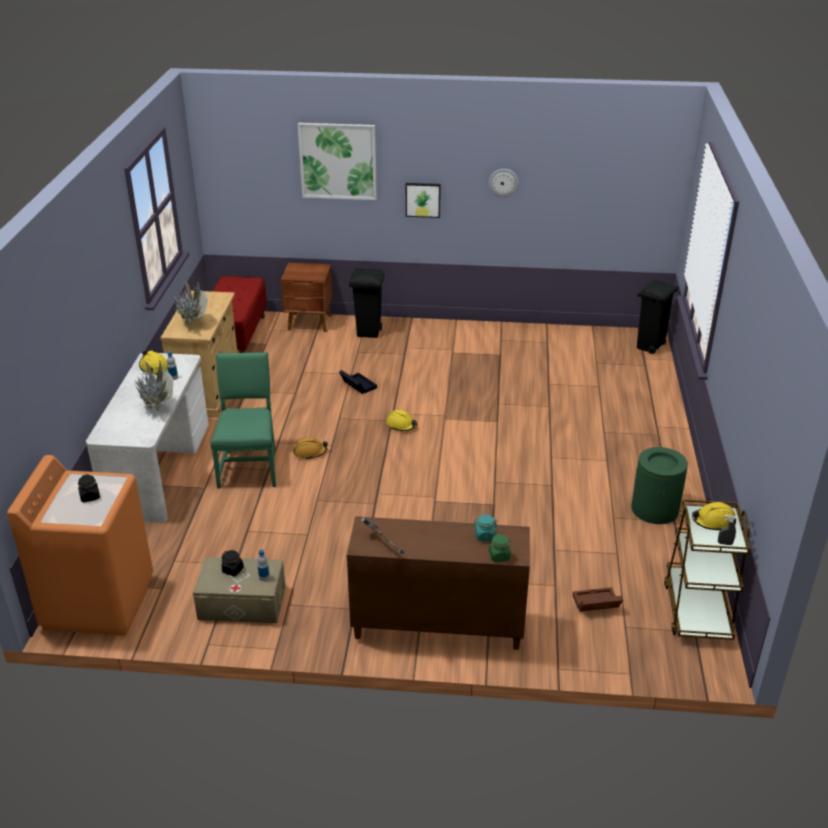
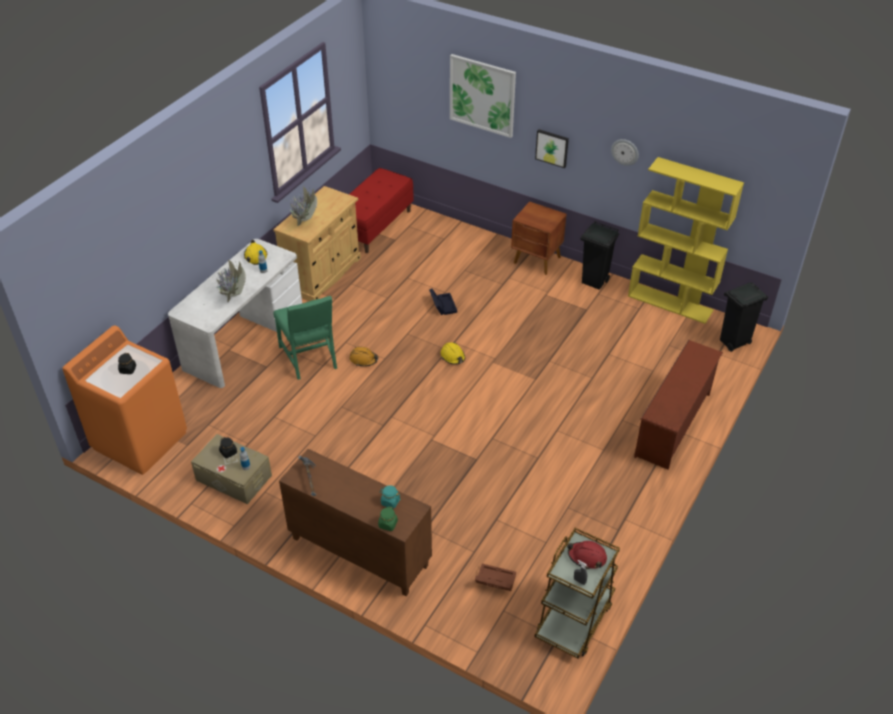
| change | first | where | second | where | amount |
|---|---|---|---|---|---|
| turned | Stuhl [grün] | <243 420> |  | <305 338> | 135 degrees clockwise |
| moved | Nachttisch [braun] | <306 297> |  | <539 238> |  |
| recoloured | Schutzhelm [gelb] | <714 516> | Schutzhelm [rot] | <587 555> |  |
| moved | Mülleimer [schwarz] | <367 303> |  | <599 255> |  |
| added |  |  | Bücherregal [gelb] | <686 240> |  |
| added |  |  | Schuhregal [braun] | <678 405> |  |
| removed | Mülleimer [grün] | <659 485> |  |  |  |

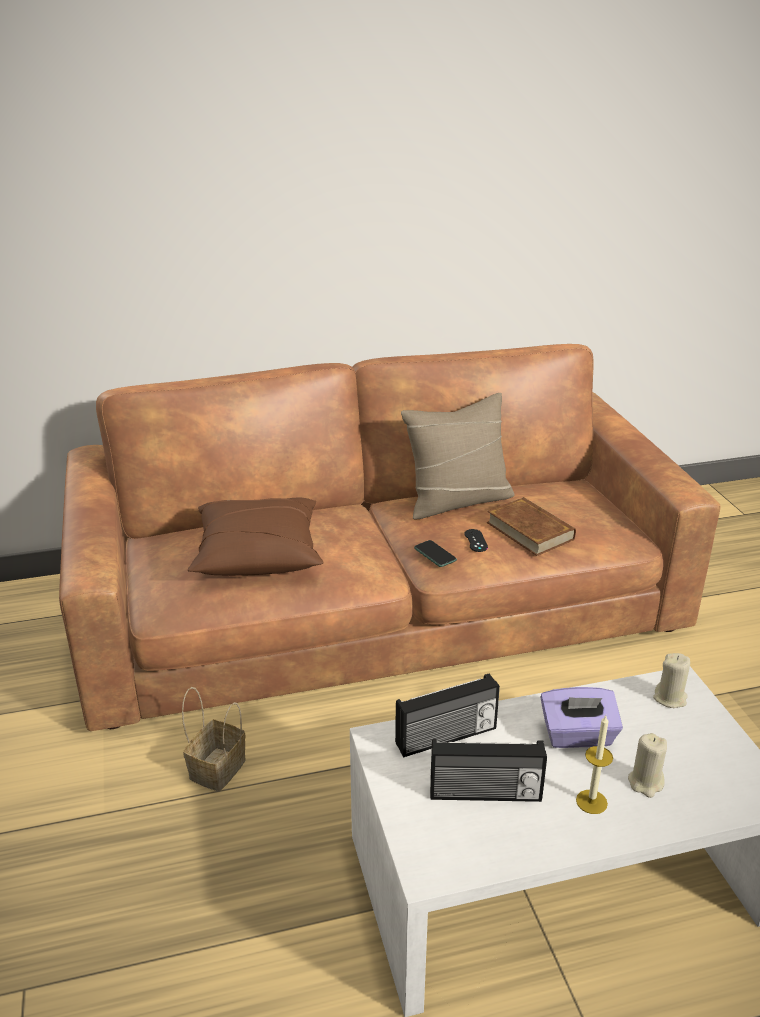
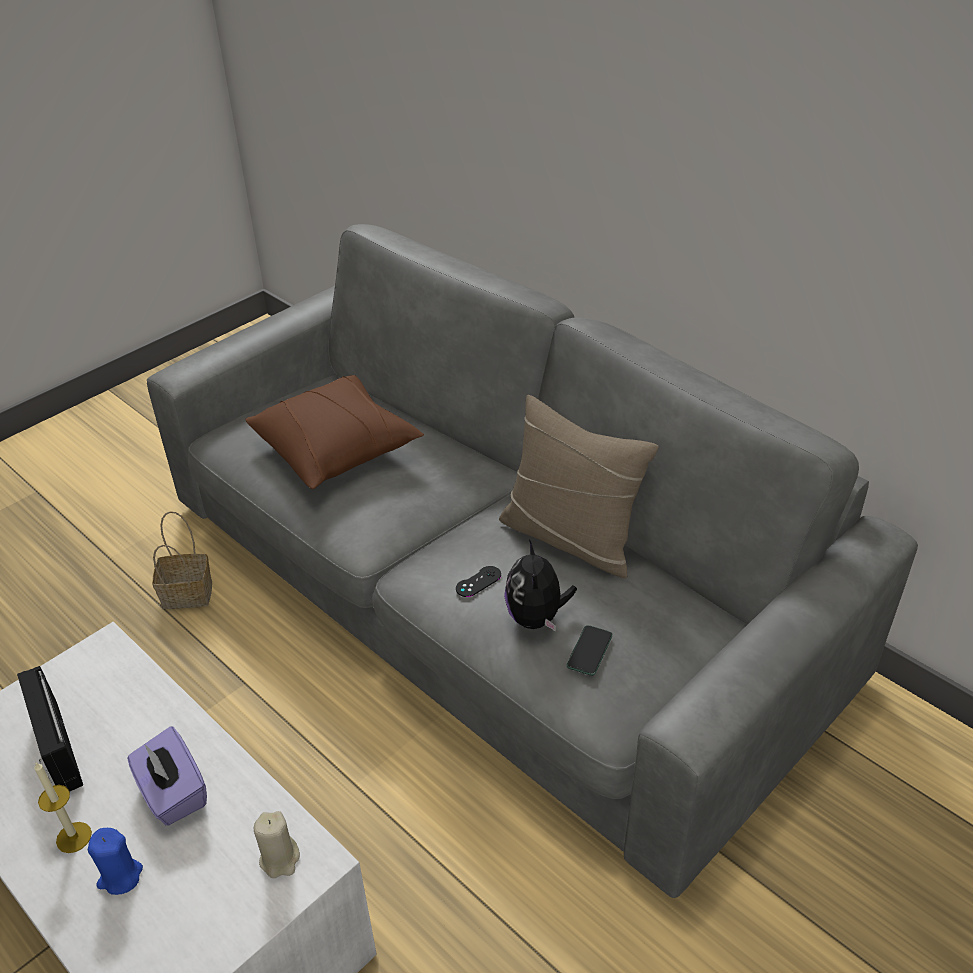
| change | first | where | second | where | amount |
|---|---|---|---|---|---|
| recoloured | Kerze [beige] | <647 765> | Kerze [blau] | <115 861> |  |
| recoloured | Sofa [braun] | <390 537> | Sofa [grau] | <532 561> |  |
| replaced | Buch [braun] | <531 526> | Plüschtier | <540 585> |  |
| moved | Handy | <435 553> |  | <589 650> |  |
| removed | Radio | <447 716> |  |  |  |

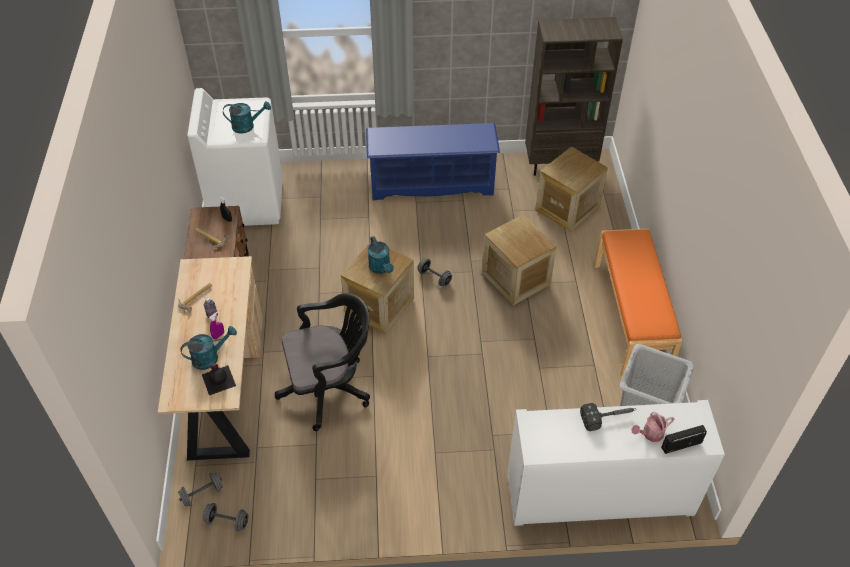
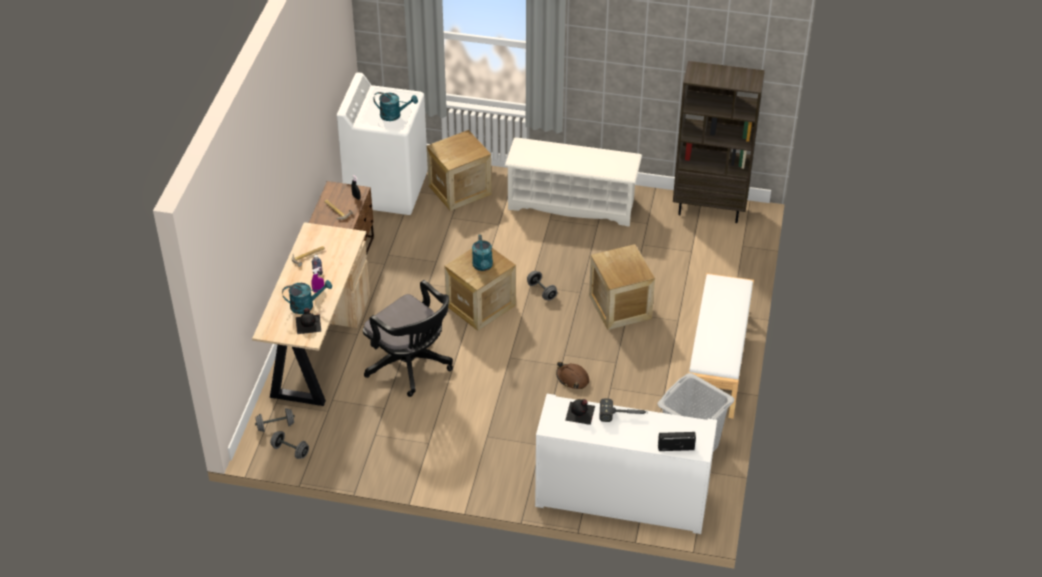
| change | first | where | second | where | amount |
|---|---|---|---|---|---|
| turned | Bürostuhl [schwarz] | <322 362> |  | <408 338> | 45 degrees clockwise |
| moved | Kiste | <572 189> |  | <459 170> |  |
| recoloured | Schuhregal [blau] | <433 161> | Schuhregal [weiß] | <573 182> |  |
| added |  |  | Schutzhelm [braun] | <572 375> |  |
| added |  |  | Flasche [schwarz] | <580 412> |  |
| recoloured | Bank [orange] | <638 303> | Bank [weiß] | <721 346> |  |
| removed | Gießkanne | <652 427> |  |  |  |

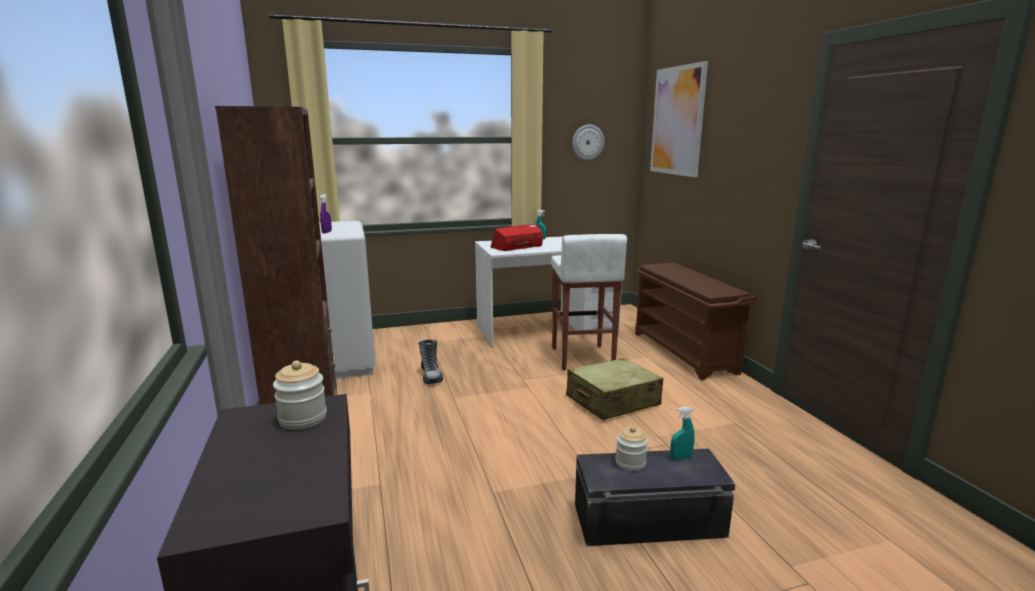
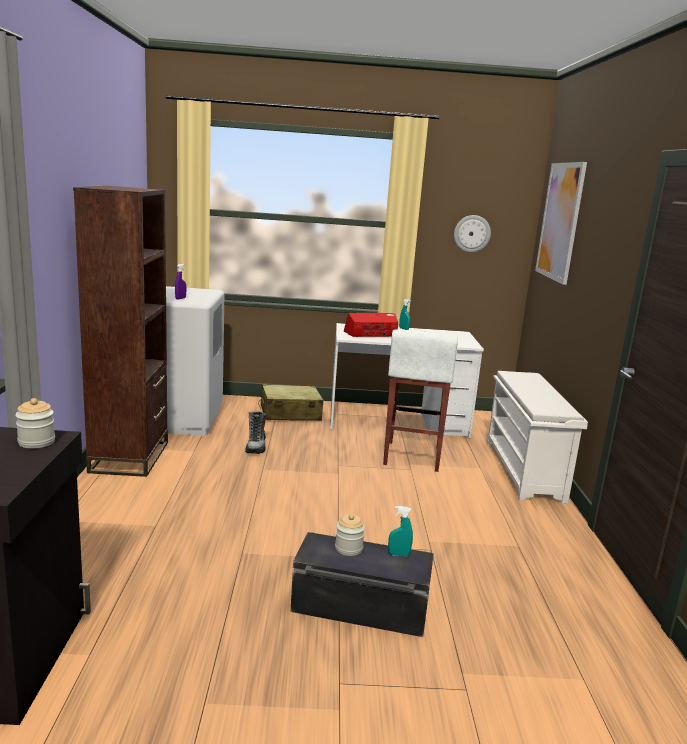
| change | first | where | second | where | amount |
|---|---|---|---|---|---|
| moved | Koffer [beige] | <614 389> |  | <290 402> |  |
| recoloured | Schuhregal [braun] | <695 321> | Schuhregal [weiß] | <537 437> |  |

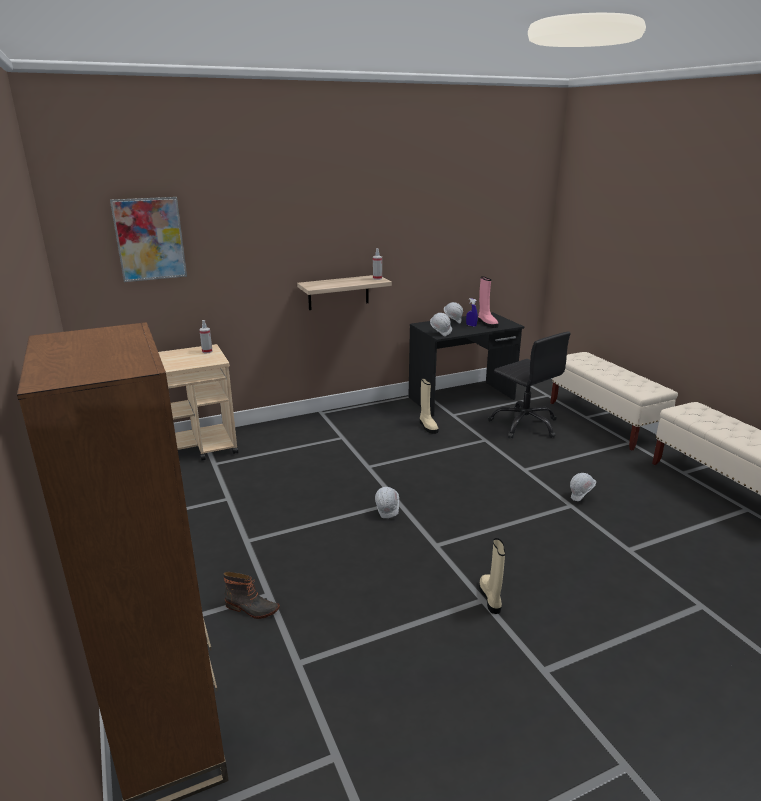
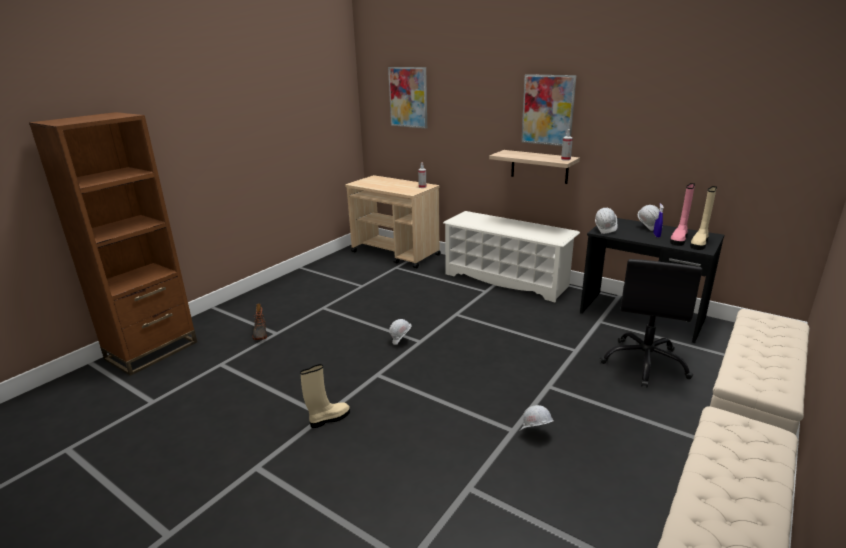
| change | first | where | second | where | amount |
|---|---|---|---|---|---|
| added |  |  | Schuhregal [weiß] | <511 256> |  |
| added |  |  | Bild | <548 110> |  |
| moved | Stiefel [beige] | <429 406> |  | <703 218> |  |

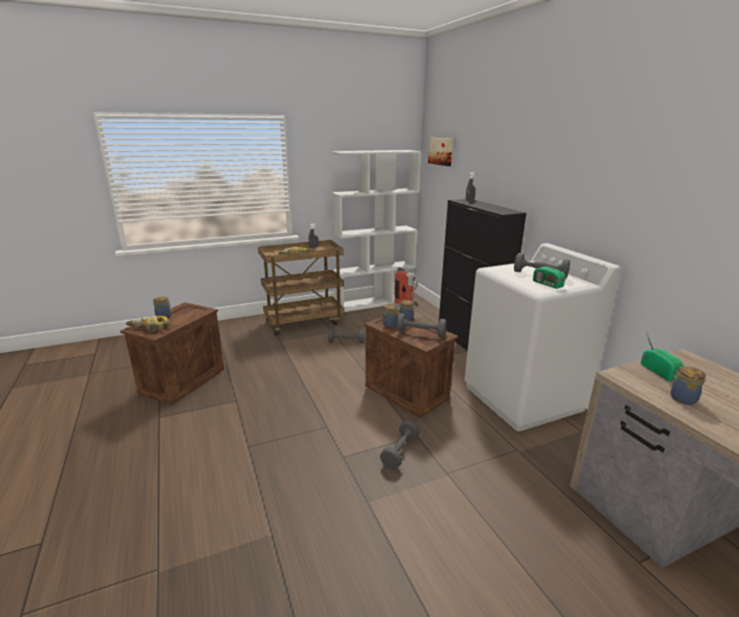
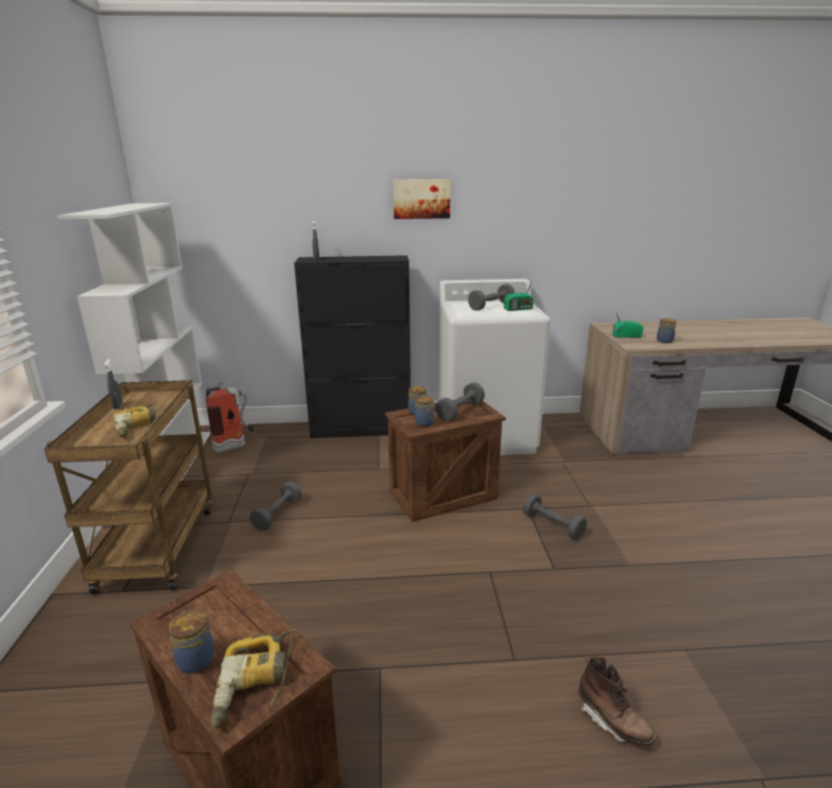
| change | first | where | second | where | amount |
|---|---|---|---|---|---|
| moved | Bild | <440 152> |  | <421 199> |  |
| added |  |  | Stiefel [braun] | <617 701> |  |

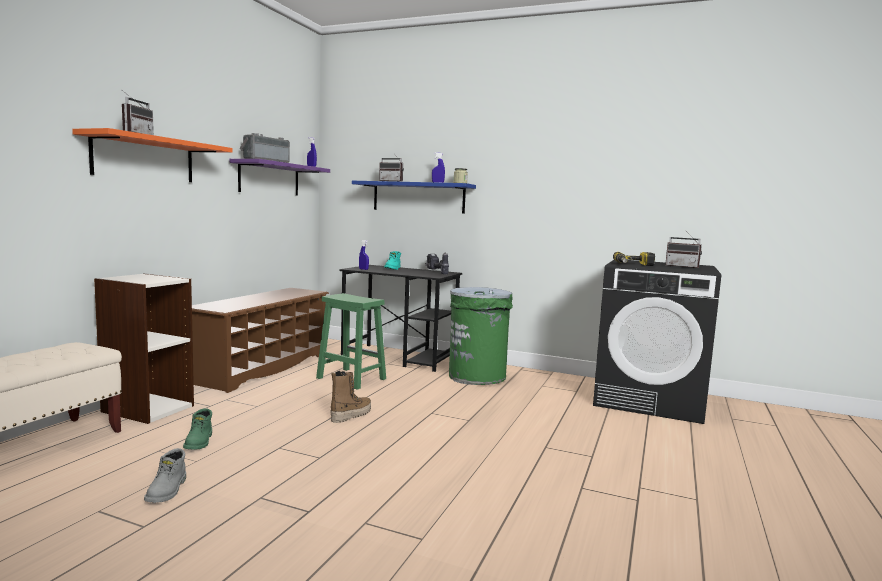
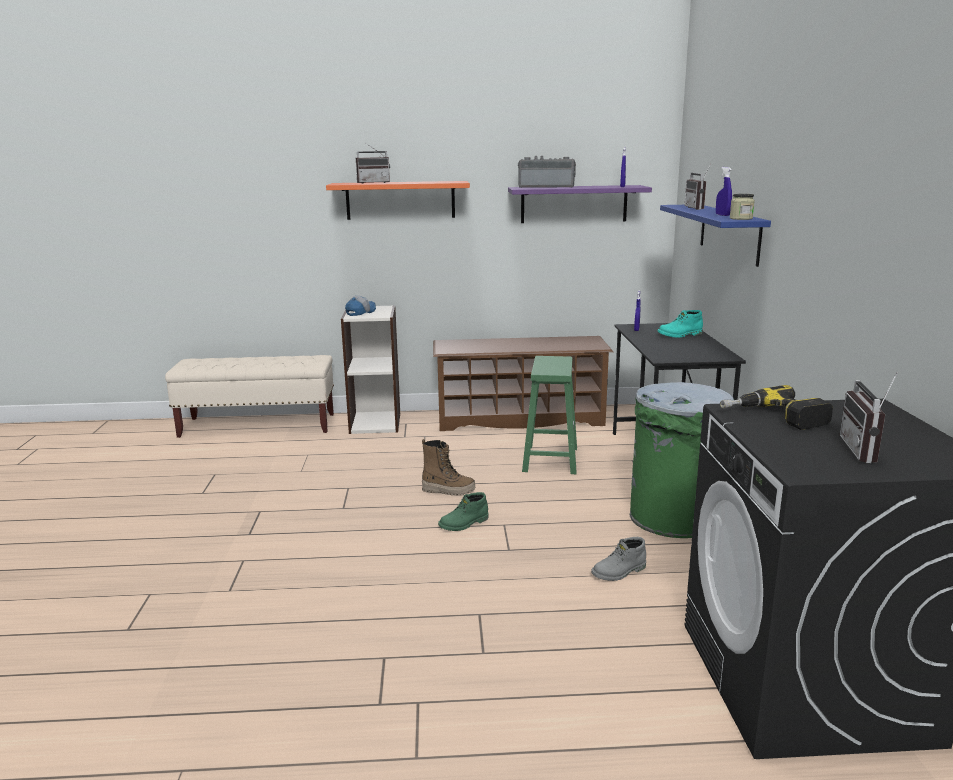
| change | first | where | second | where | amount |
|---|---|---|---|---|---|
| added |  |  | Kappe | <360 306> |  |
| moved | Stiefel [grün] | <197 429> |  | <463 511> |  |
| moved | Stiefel [grau] | <165 475> |  | <618 559> |  |
| removed | Bohrmaschine | <437 263> |  |  |  |

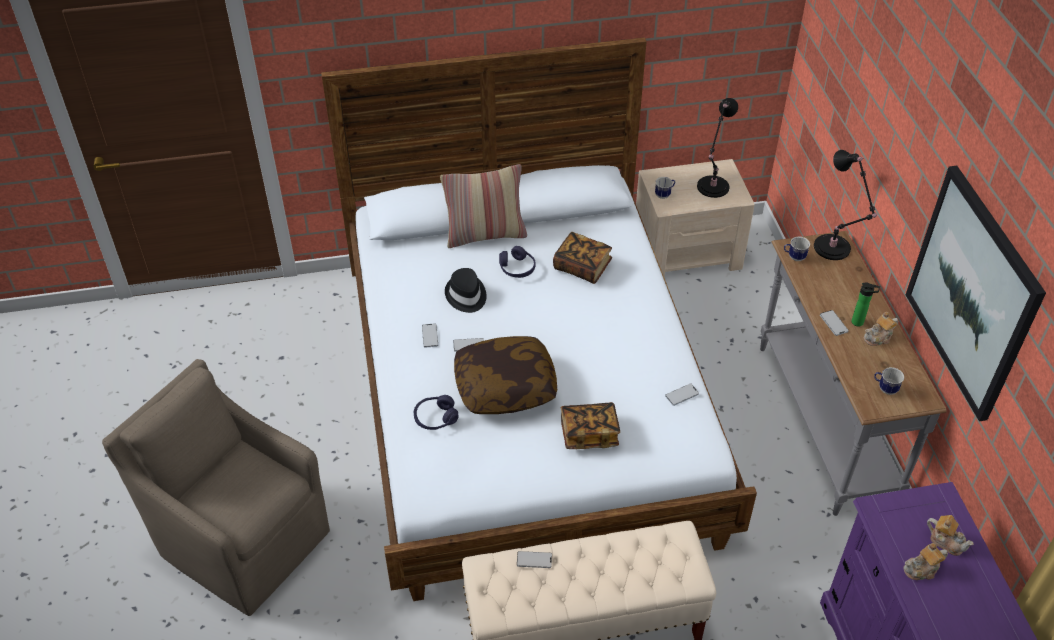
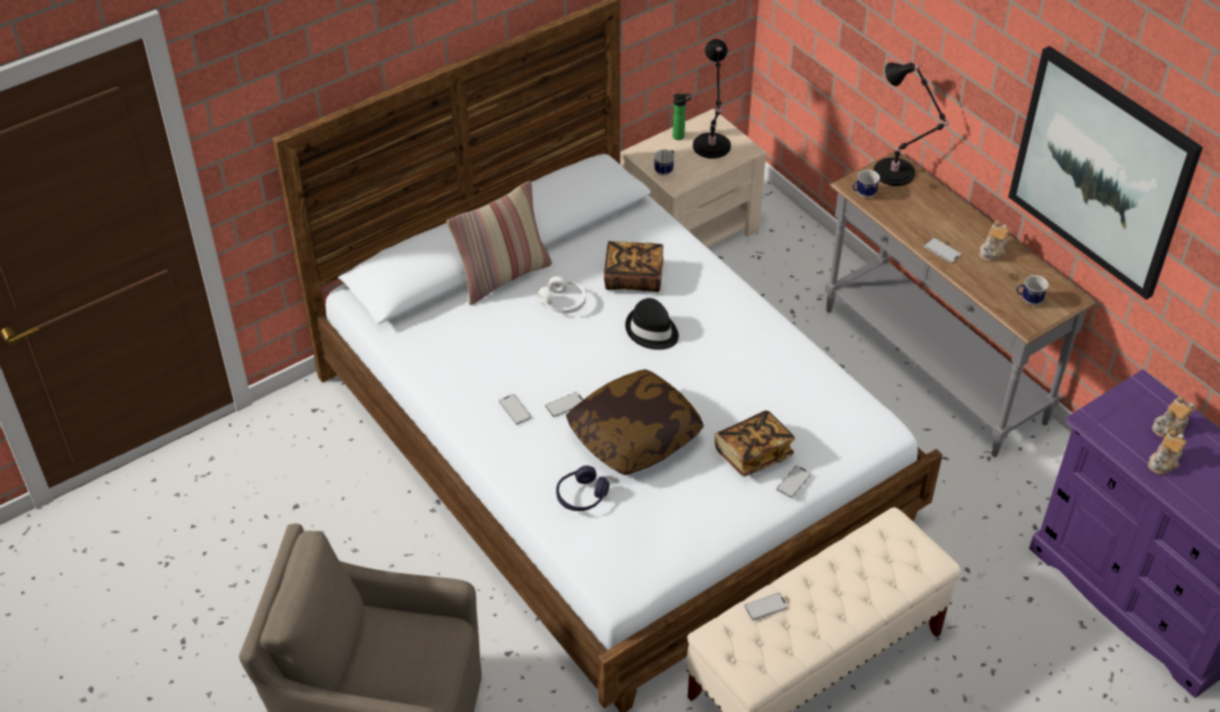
| change | first | where | second | where | amount |
|---|---|---|---|---|---|
| recoloured | Kopfhörer [lila] | <517 262> | Kopfhörer [weiß] | <562 294> |  |
| moved | Hut [schwarz] | <466 290> |  | <652 324> |  |
| moved | Flasche | <866 304> |  | <682 117> |  |
| moved | Handy | <682 395> |  | <793 481> |  |
| turned | Teekanne | <950 535> |  | <1173 417> | 135 degrees clockwise |

